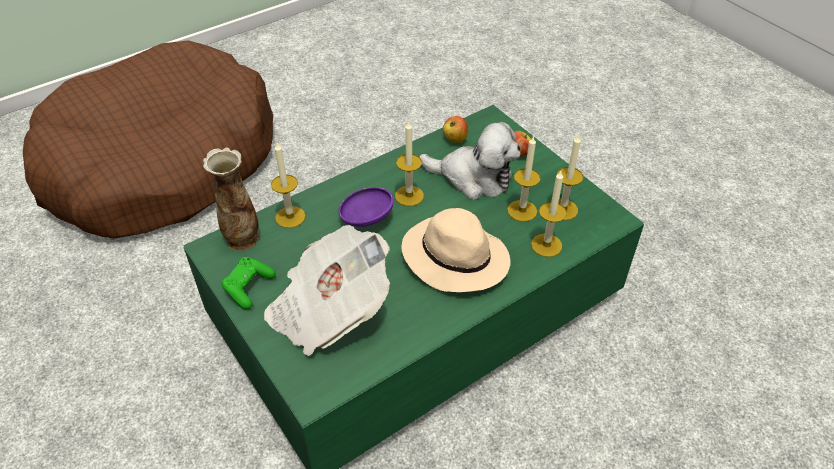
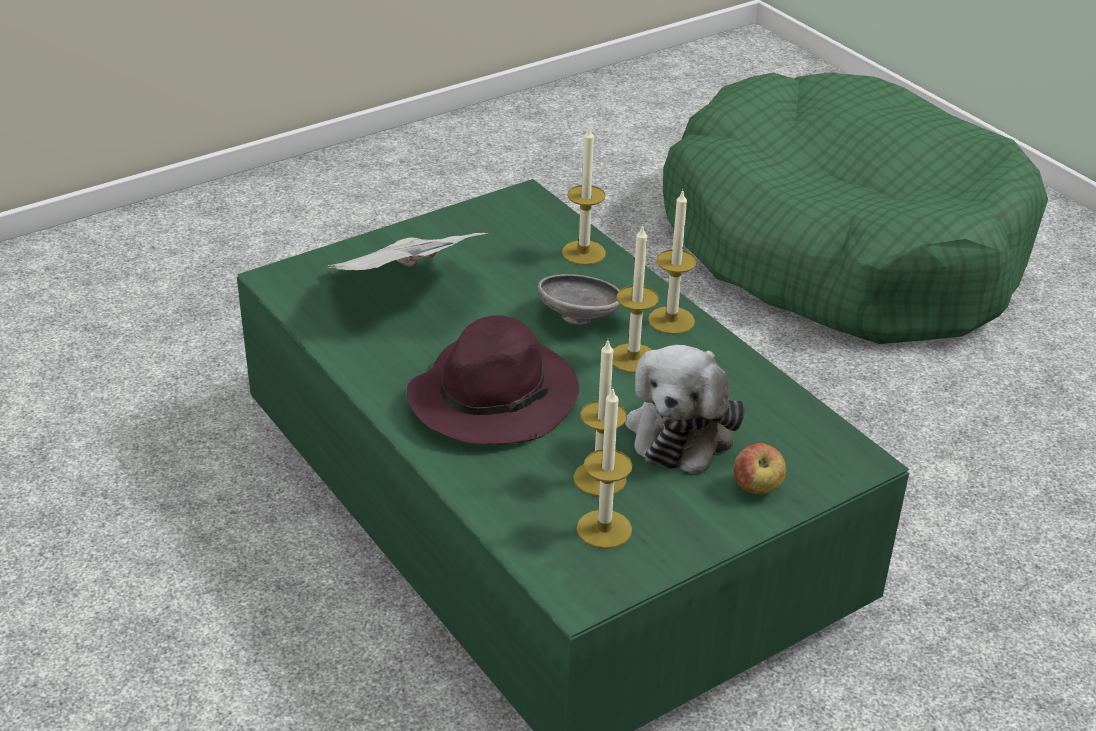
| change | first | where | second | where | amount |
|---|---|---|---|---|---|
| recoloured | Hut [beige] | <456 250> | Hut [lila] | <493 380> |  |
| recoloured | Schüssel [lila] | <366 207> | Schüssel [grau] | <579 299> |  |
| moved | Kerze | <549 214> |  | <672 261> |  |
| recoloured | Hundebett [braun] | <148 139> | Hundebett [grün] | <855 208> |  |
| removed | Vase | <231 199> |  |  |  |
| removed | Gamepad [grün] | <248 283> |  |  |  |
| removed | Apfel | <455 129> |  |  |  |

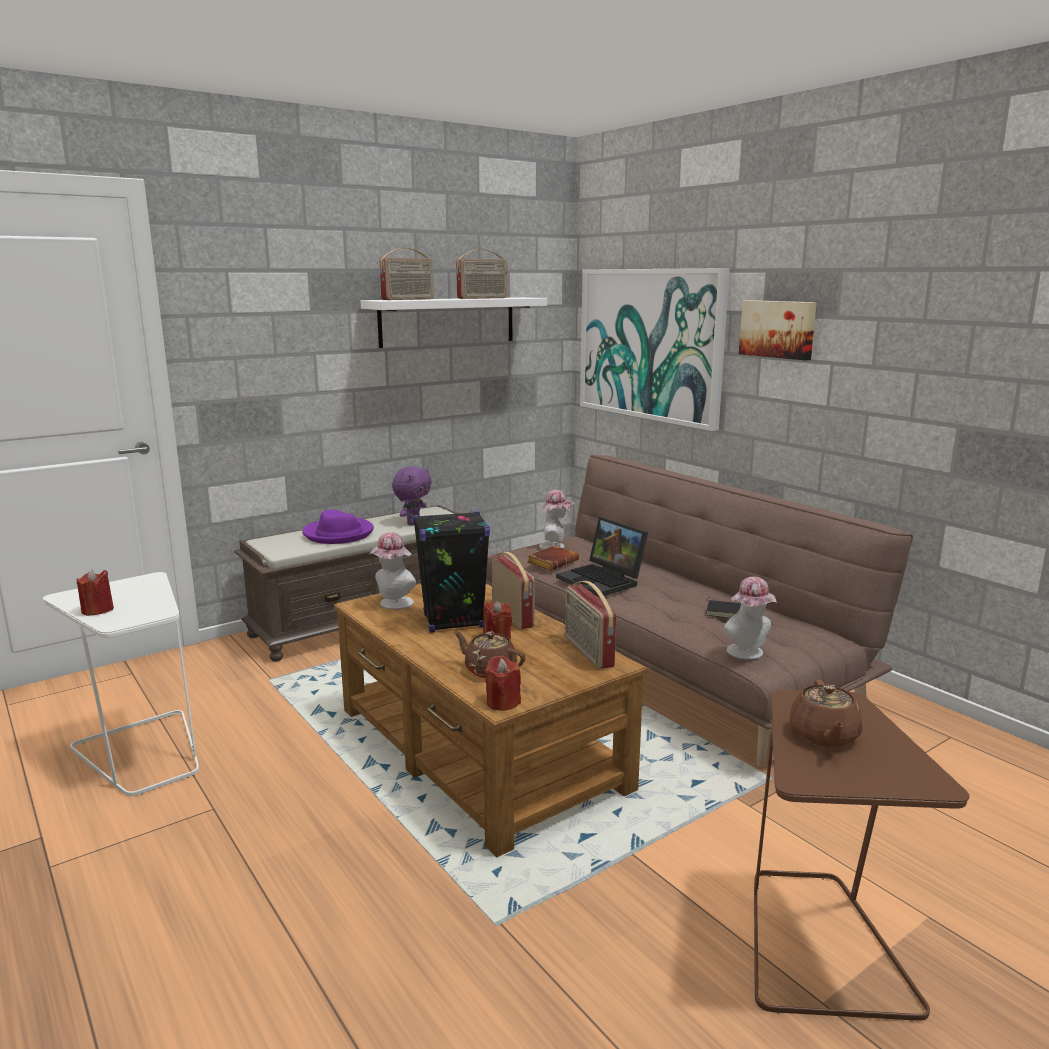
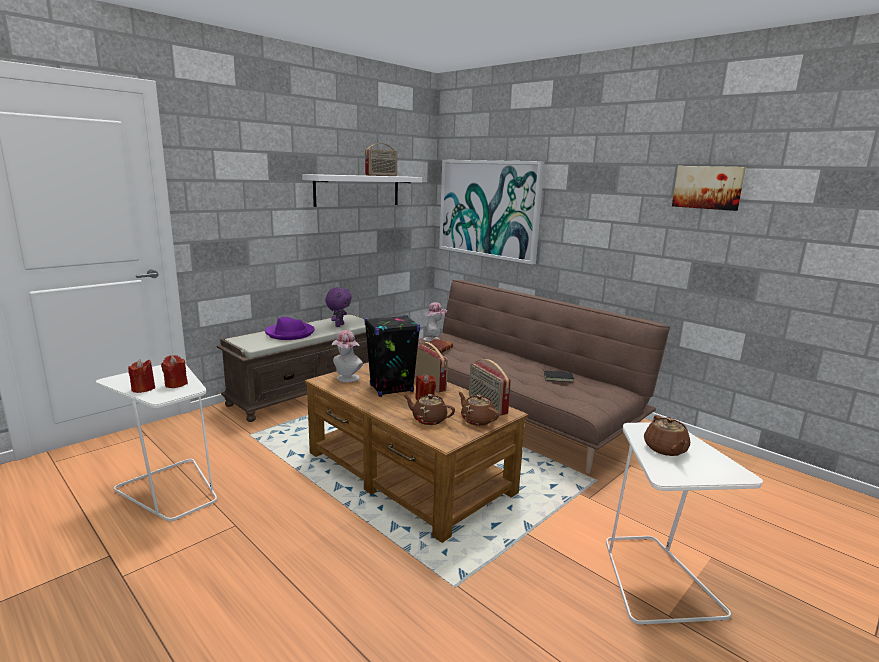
| change | first | where | second | where | amount |
|---|---|---|---|---|---|
| moved | Kerze [rot] | <502 683> |  | <174 371> |  |
| added |  |  | Teekanne [braun] | <478 408> |  |
| recoloured | Beistelltisch [braun] | <862 856> | Beistelltisch [weiß] | <684 523> |  |
| moved | Bild | <778 330> |  | <709 188> |  |
| removed | Radio | <407 274> |  |  |  |
| removed | Laptop | <602 557> |  |  |  |
| removed | Hut | <750 618> |  |  |  |

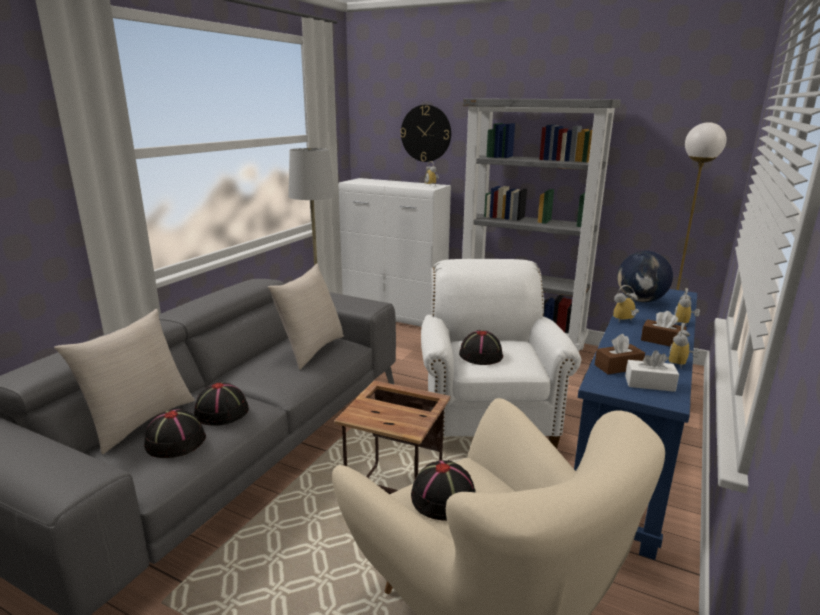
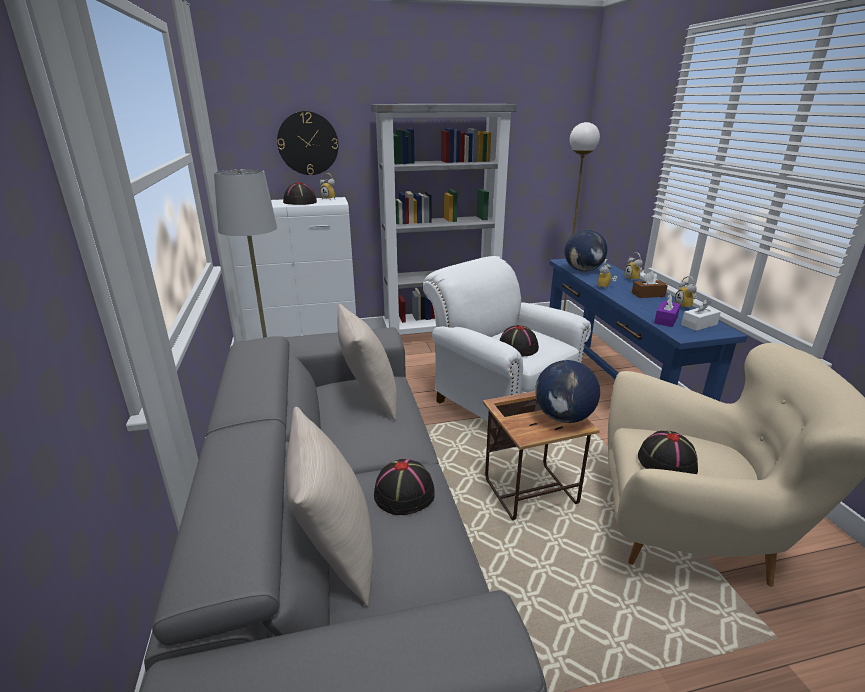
| change | first | where | second | where | amount |
|---|---|---|---|---|---|
| moved | Hut [schwarz] | <175 433> |  | <300 193> |  |
| added |  |  | Globus | <567 391> |  |
| recoloured | Taschentuchbox [braun] | <620 354> | Taschentuchbox [lila] | <667 310> |  |

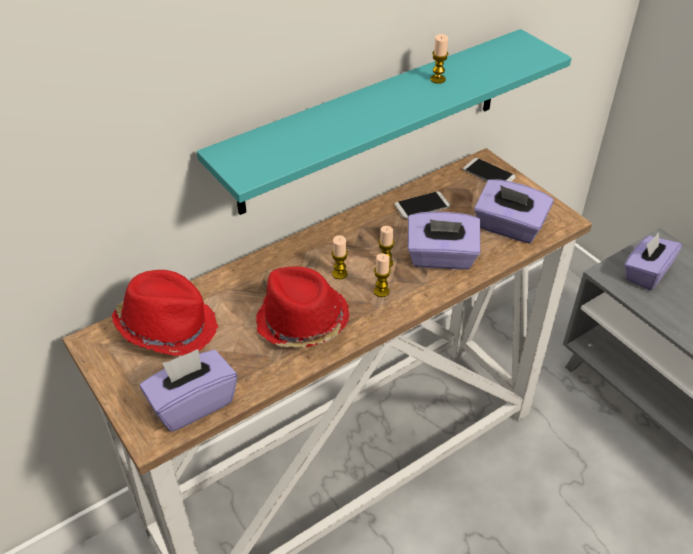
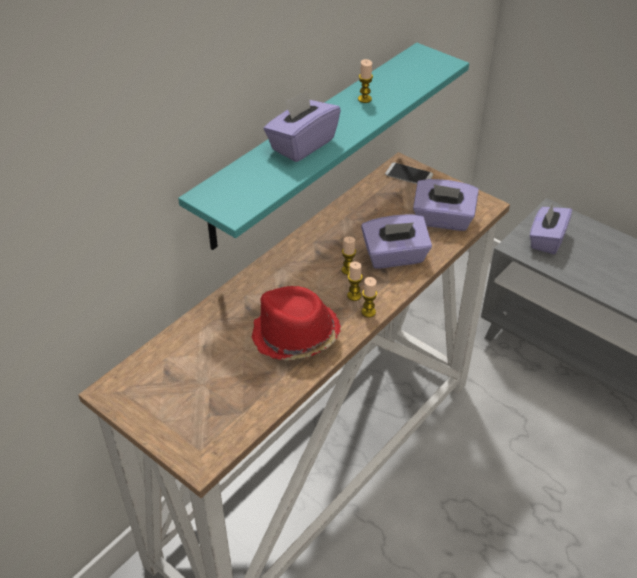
| change | first | where | second | where | amount |
|---|---|---|---|---|---|
| moved | Taschentuchbox [lila] | <188 390> |  | <302 125> |  |
| moved | Kerze | <340 257> |  | <369 297> |  |
| removed | Hut [rot] | <165 313> |  |  |  |
| removed | Handy | <422 205> |  |  |  |

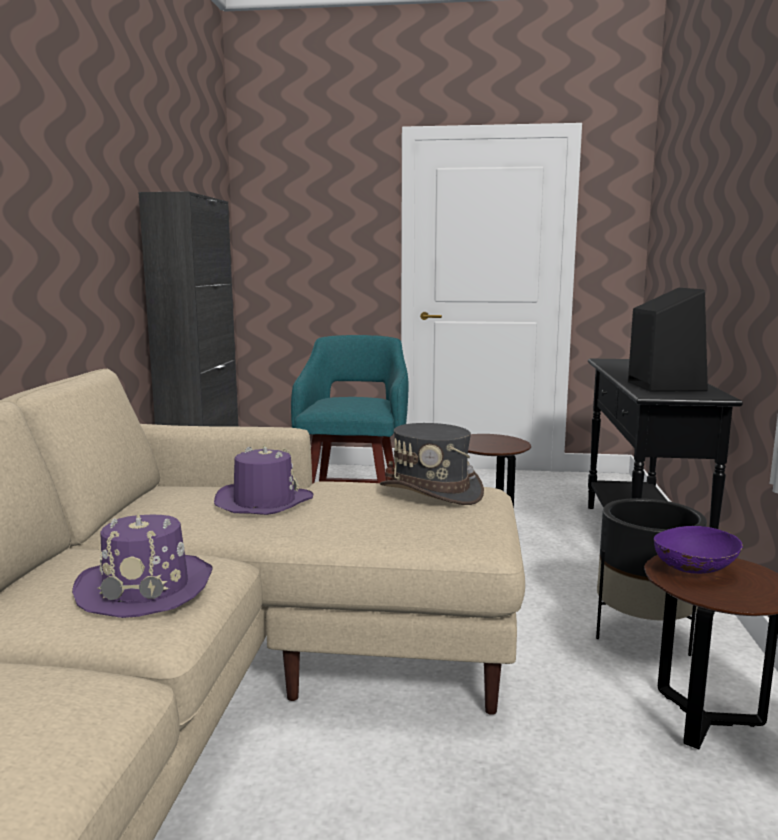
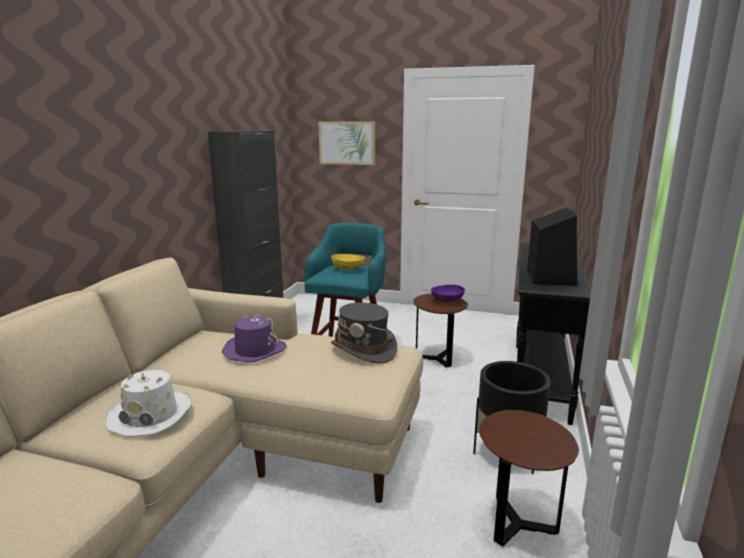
| change | first | where | second | where | amount |
|---|---|---|---|---|---|
| recoloured | Hut [lila] | <142 565> | Hut [weiß] | <149 403> |  |
| added |  |  | Bild | <346 143> |  |
| added |  |  | Schüssel [gelb] | <348 262> |  |
| moved | Schüssel [lila] | <698 550> |  | <448 293> |  |

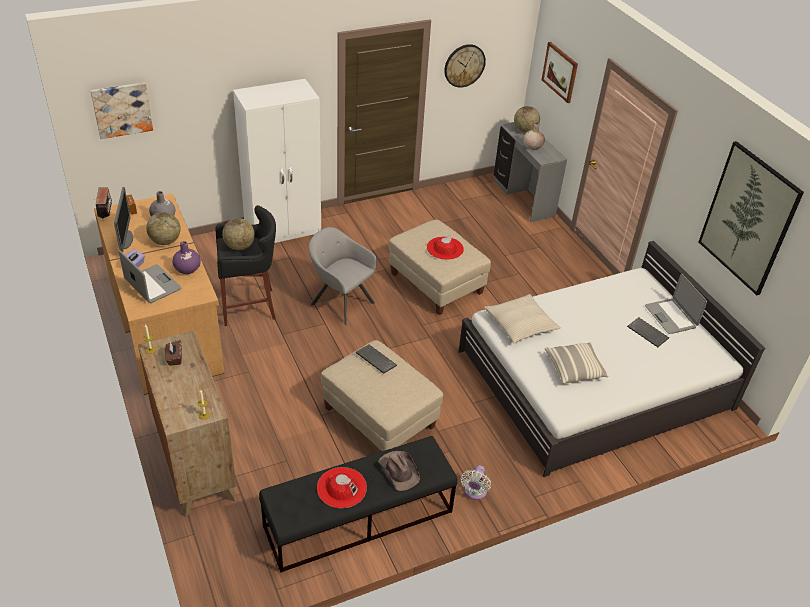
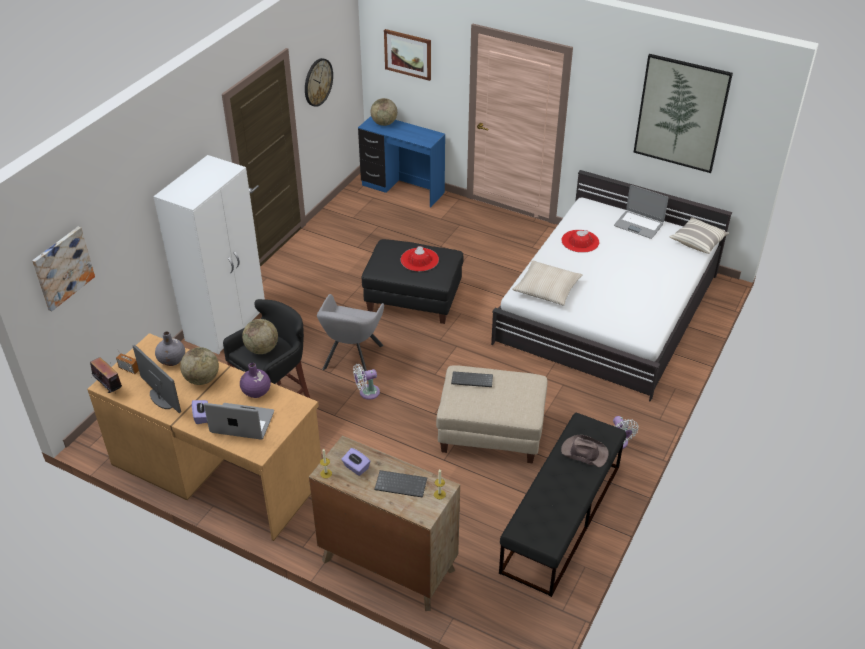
| change | first | where | second | where | amount |
|---|---|---|---|---|---|
| turned | Sessel [grau] | <342 276> |  | <350 332> | 75 degrees counterclockwise |
| recoloured | Taschentuchbox [braun] | <173 353> | Taschentuchbox [lila] | <355 462> |  |
| added |  |  | Ventilator [weiß] | <366 382> |  |
| recoloured | Schreibtisch [grau] | <530 172> | Schreibtisch [blau] | <401 162> |  |
| recoloured | Polsterhocker [beige] | <440 267> | Polsterhocker [schwarz] | <413 281> |  |
| moved | Tastatur | <648 332> |  | <401 484> |  |
| moved | Hut [rot] | <342 487> |  | <580 241> |  |
| moved | Kissen | <577 363> |  | <699 235> |  |
| removed | Vase [beige] | <534 136> |  |  |  |

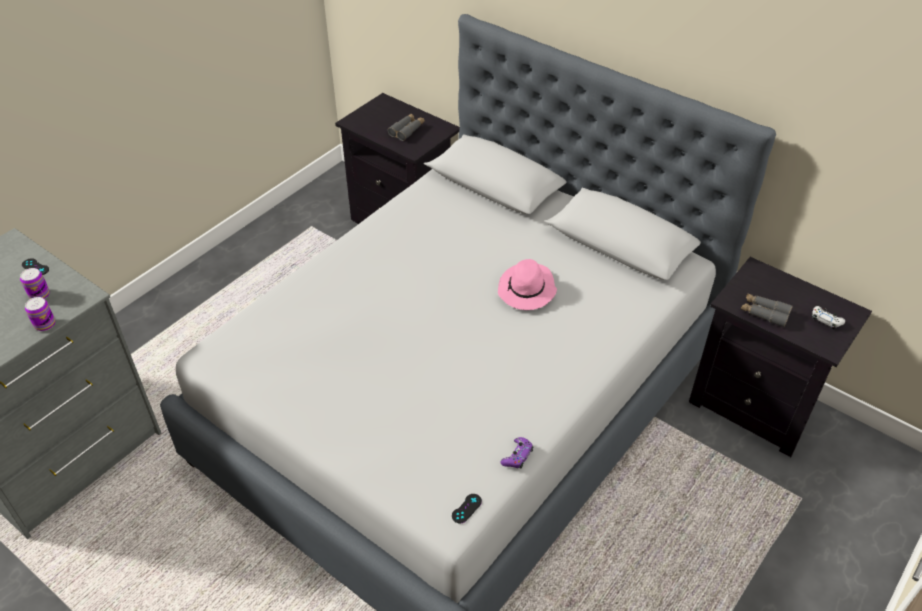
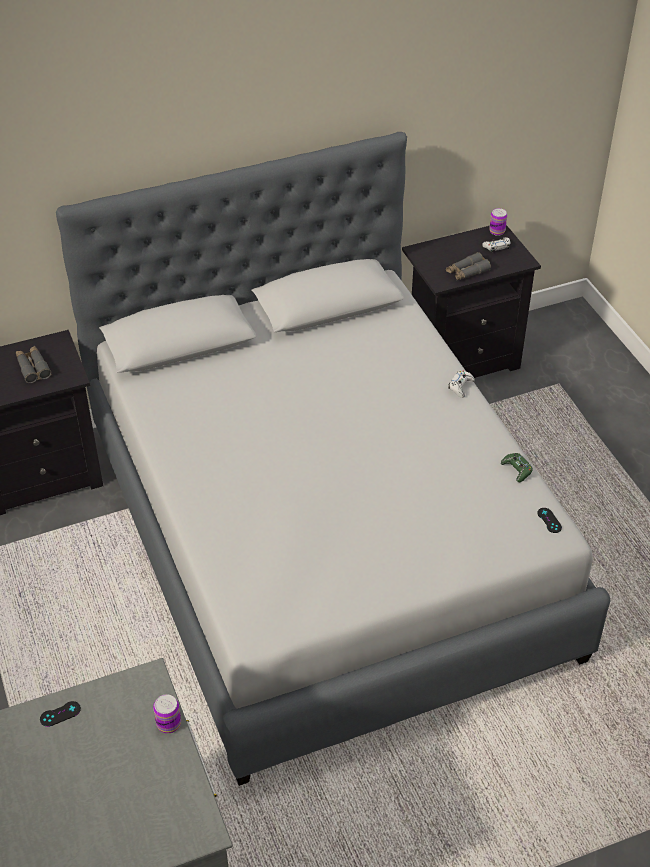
| change | first | where | second | where | amount |
|---|---|---|---|---|---|
| added |  |  | Gamepad [weiß] | <461 384> |  |
| moved | Dose | <35 283> |  | <498 222> |  |
| recoloured | Gamepad [lila] | <517 453> | Gamepad [grün] | <517 467> |  |
| removed | Hut [rosa] | <527 284> |  |  |  |

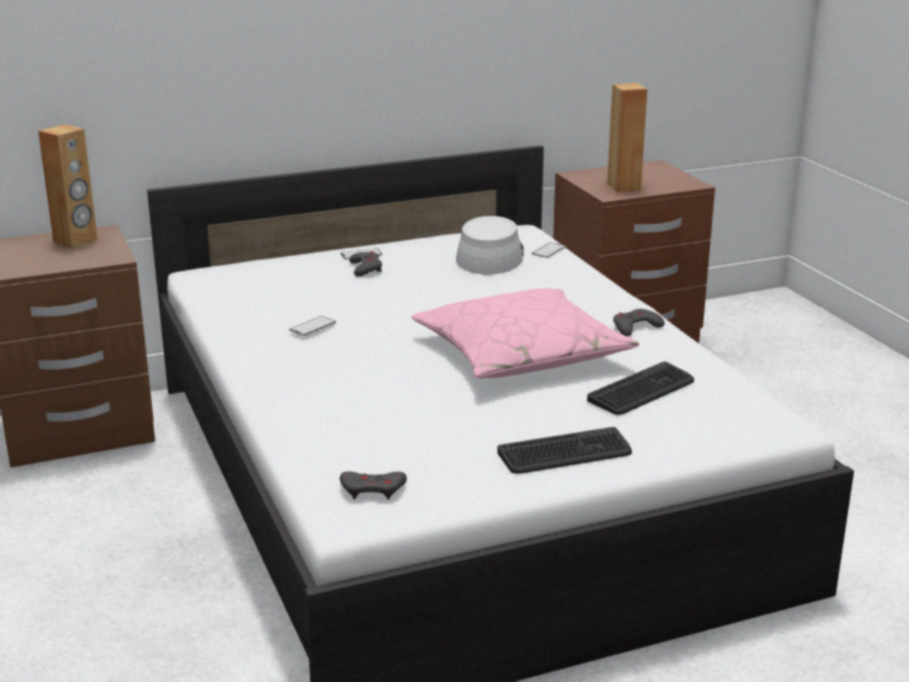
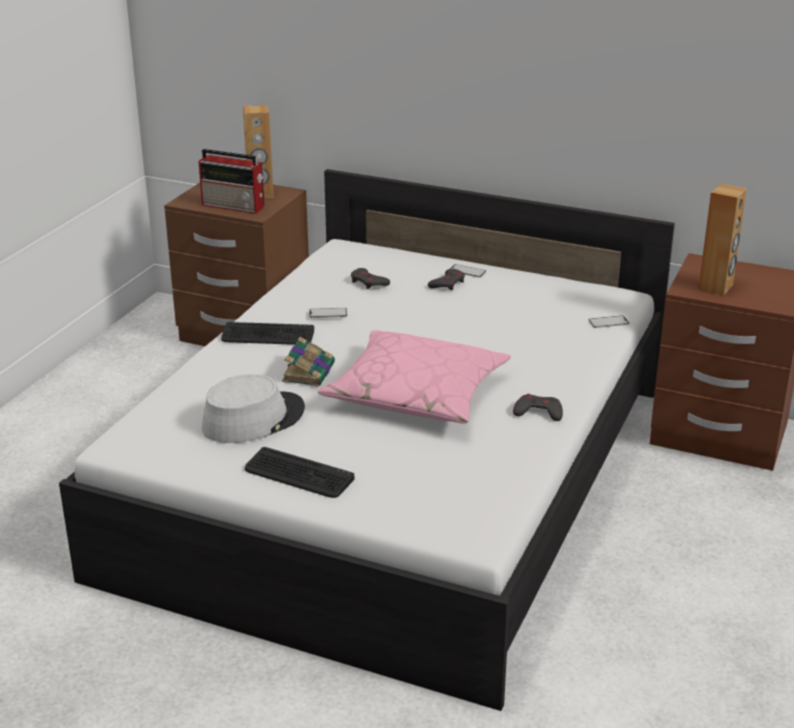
| change | first | where | second | where | amount |
|---|---|---|---|---|---|
| added |  |  | Radio | <232 181> |  |
| moved | Hut [grau] | <490 245> |  | <253 408> |  |
| moved | Tastatur | <640 388> |  | <267 333> |  |
| added |  |  | Buch | <308 362> |  |
| moved | Gamepad [grau] | <373 485> |  | <370 278> |  |

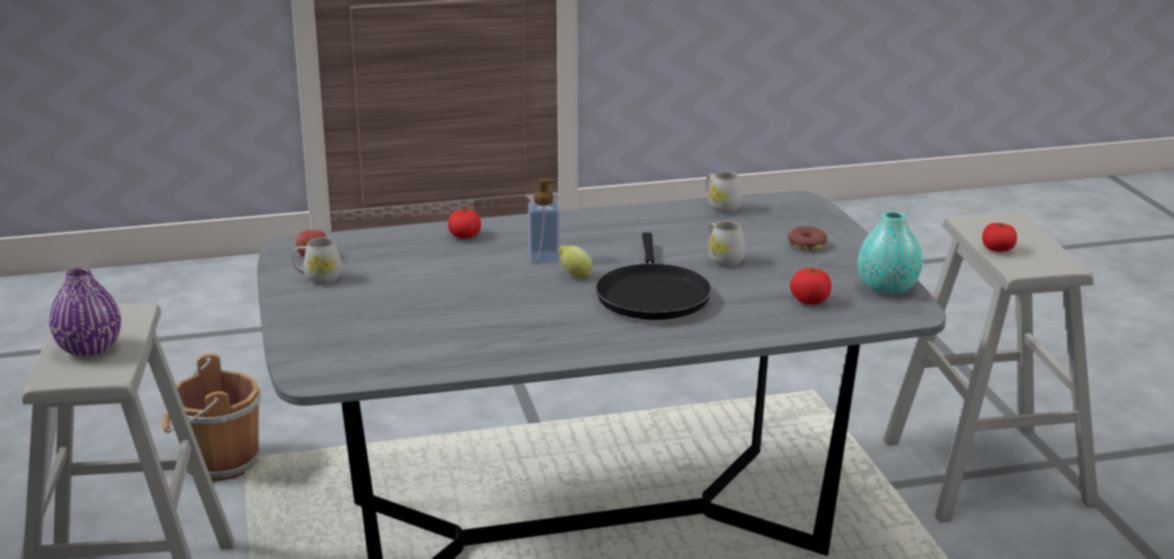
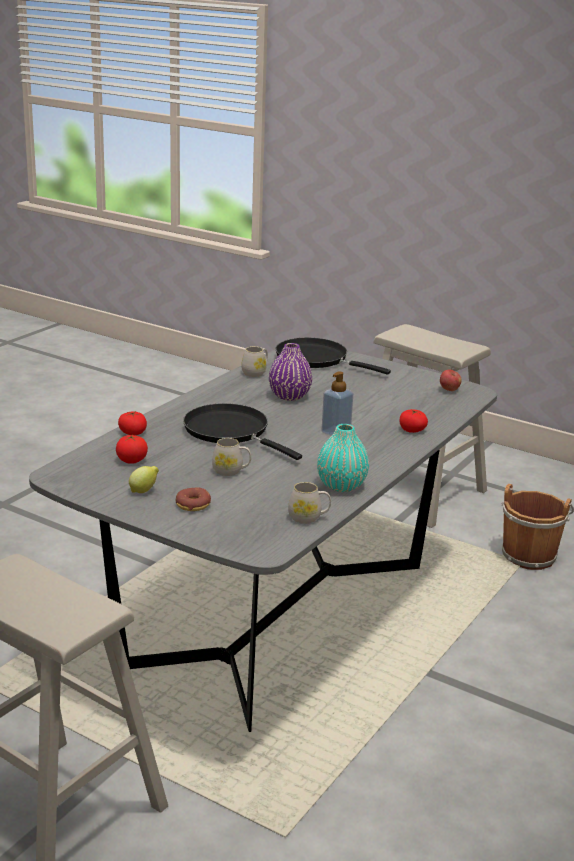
| change | first | where | second | where | amount |
|---|---|---|---|---|---|
| moved | Tomate | <999 237> |  | <132 423> |  |
| moved | Zitrone | <575 262> |  | <144 479> |  |
| moved | Henkelbecher [weiß] | <317 260> |  | <254 361> |  |
| moved | Vase [lila] | <85 312> |  | <290 372> |  |
| added |  |  | Pfanne [schwarz] | <333 356> |  |
| moved | Vase [türkis] | <890 253> |  | <343 458> |  |

